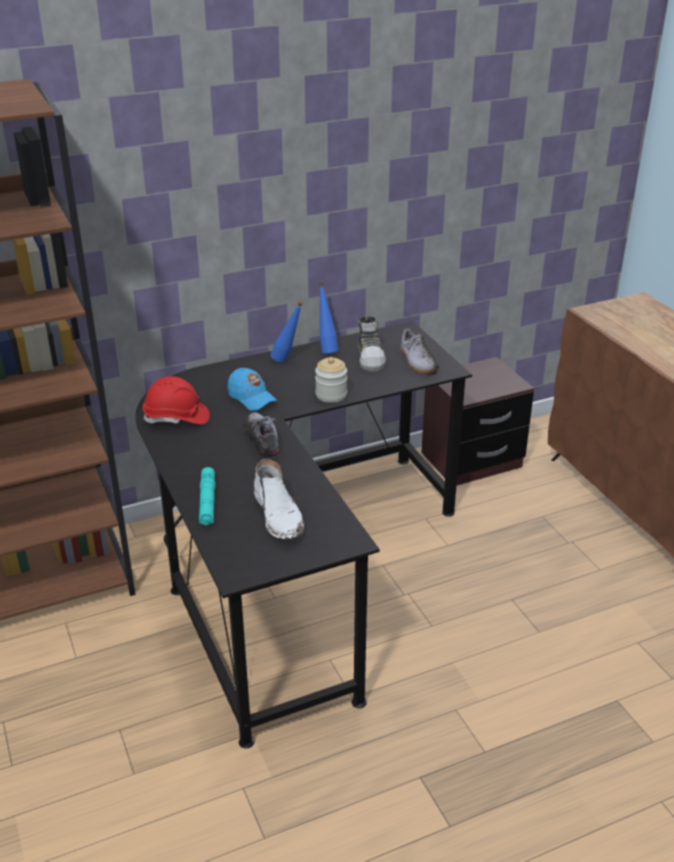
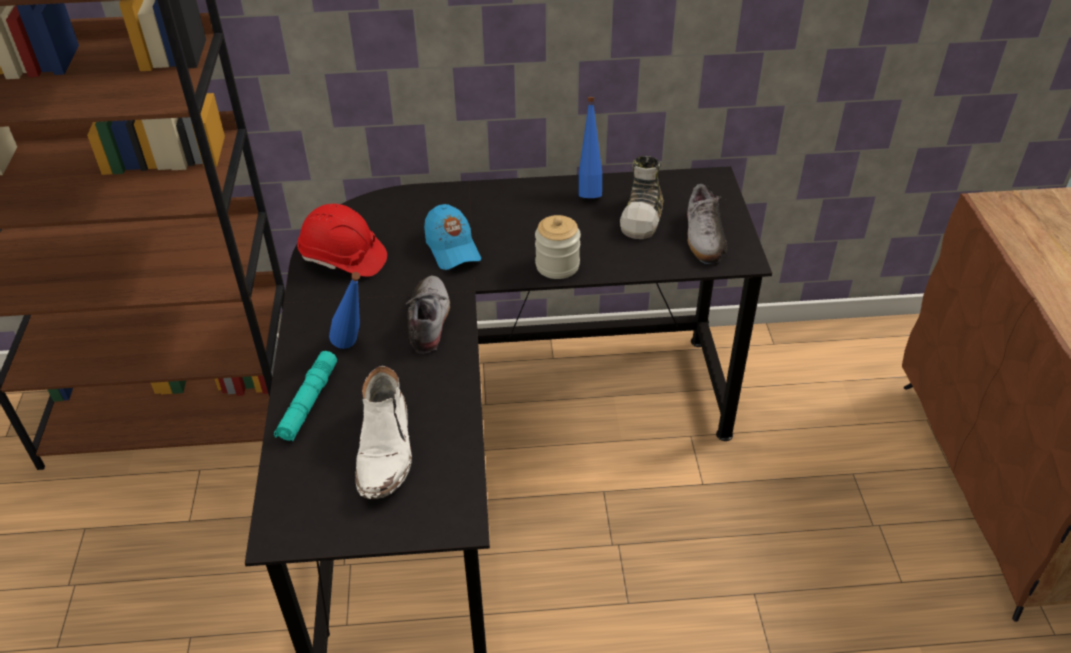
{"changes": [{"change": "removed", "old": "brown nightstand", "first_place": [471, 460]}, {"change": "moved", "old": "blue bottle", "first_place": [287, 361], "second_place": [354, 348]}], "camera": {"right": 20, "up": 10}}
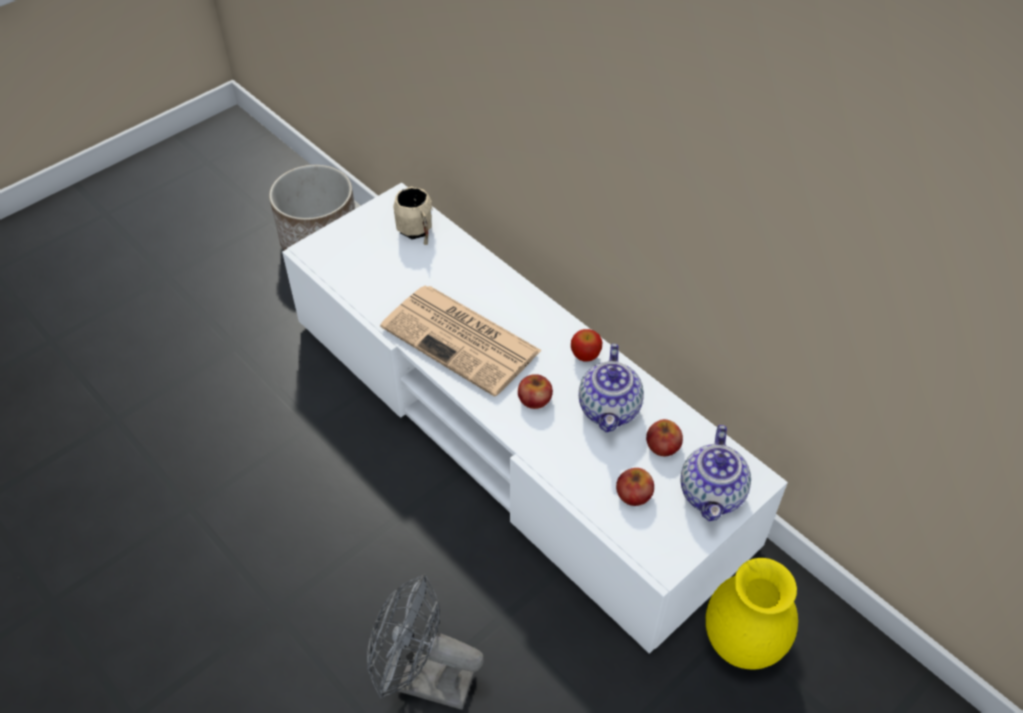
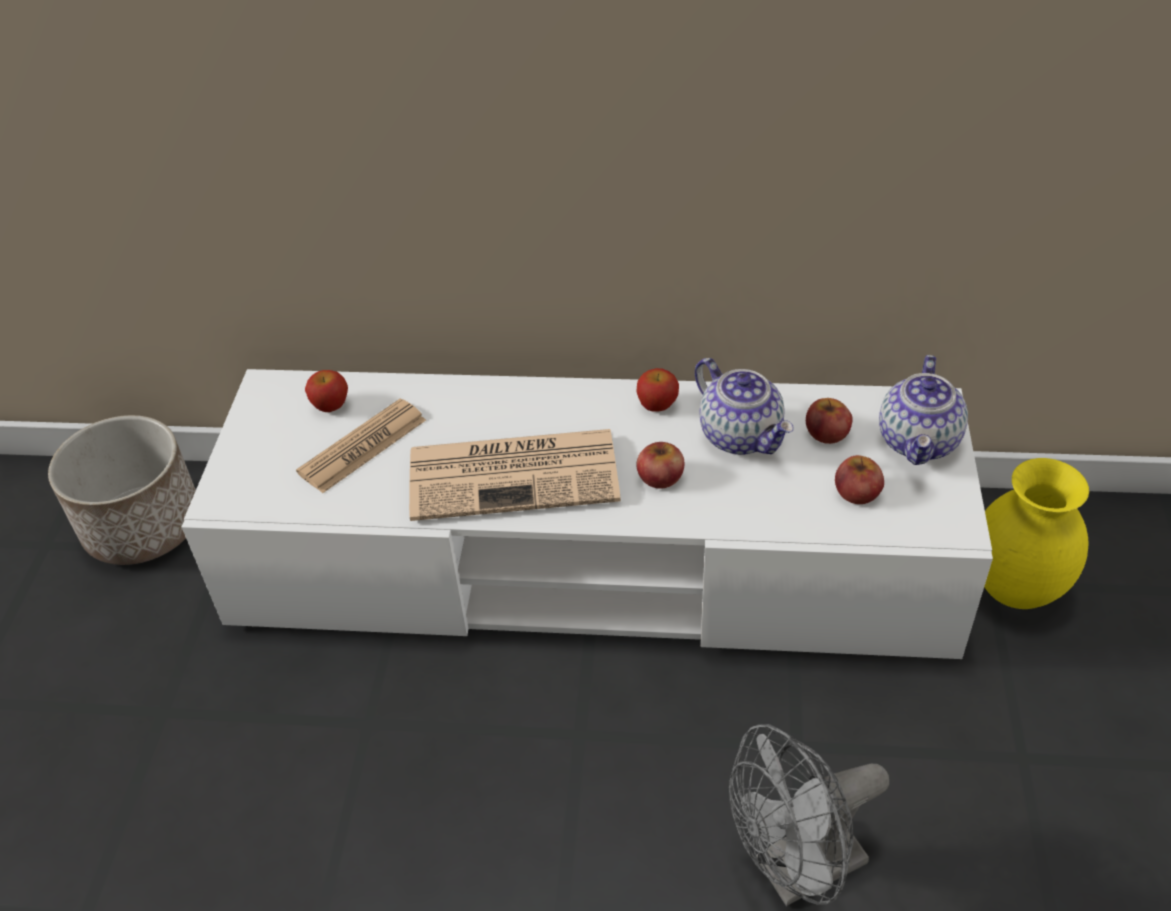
{"changes": [{"change": "added", "new": "newspaper", "second_place": [363, 446]}, {"change": "replaced", "old": "beige mug", "new": "apple", "first_place": [417, 232], "second_place": [330, 405]}, {"change": "turned", "old": "teapot", "first_place": [712, 494], "second_place": [919, 442], "degrees": 45}], "camera": {"right": -40, "up": -5}}
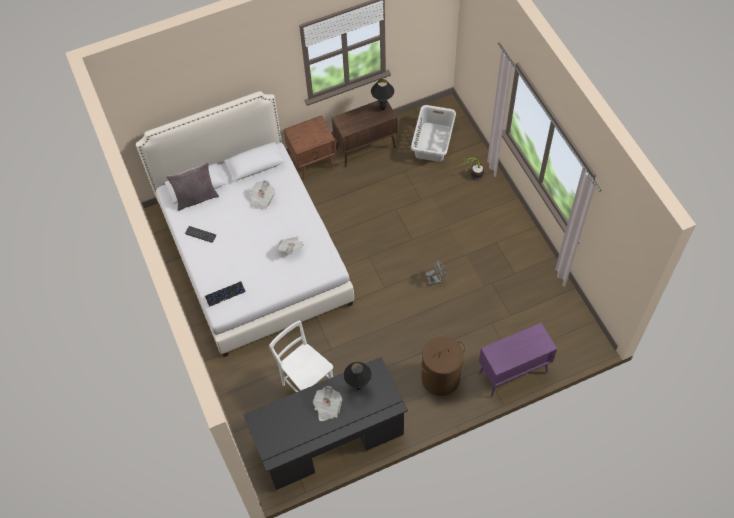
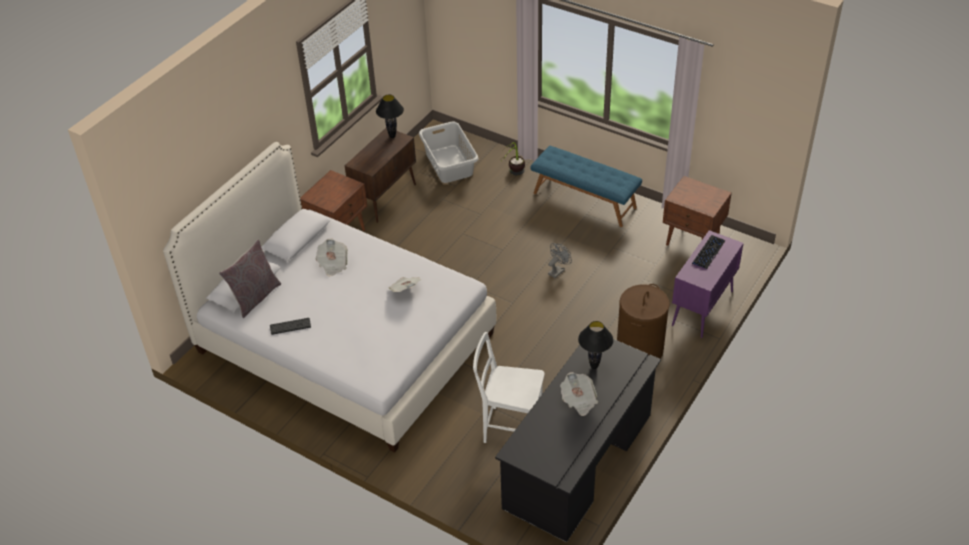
{"changes": [{"change": "added", "new": "blue bench", "second_place": [585, 200]}, {"change": "added", "new": "brown nightstand", "second_place": [693, 241]}, {"change": "moved", "old": "keyboard", "first_place": [225, 294], "second_place": [708, 252]}], "camera": {"right": -35, "up": -15}}
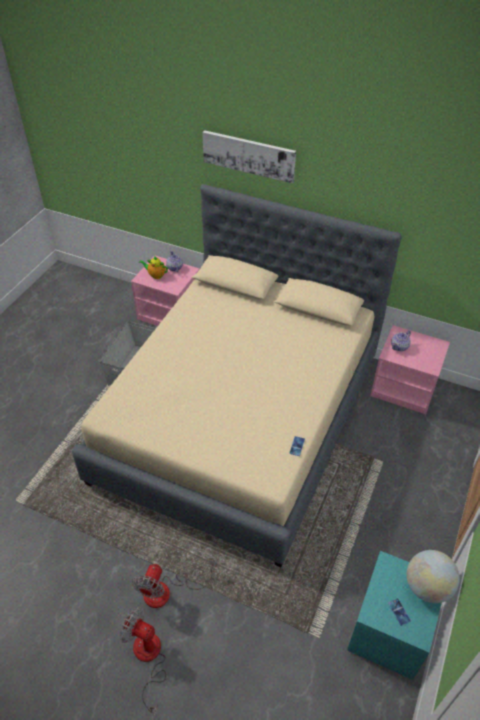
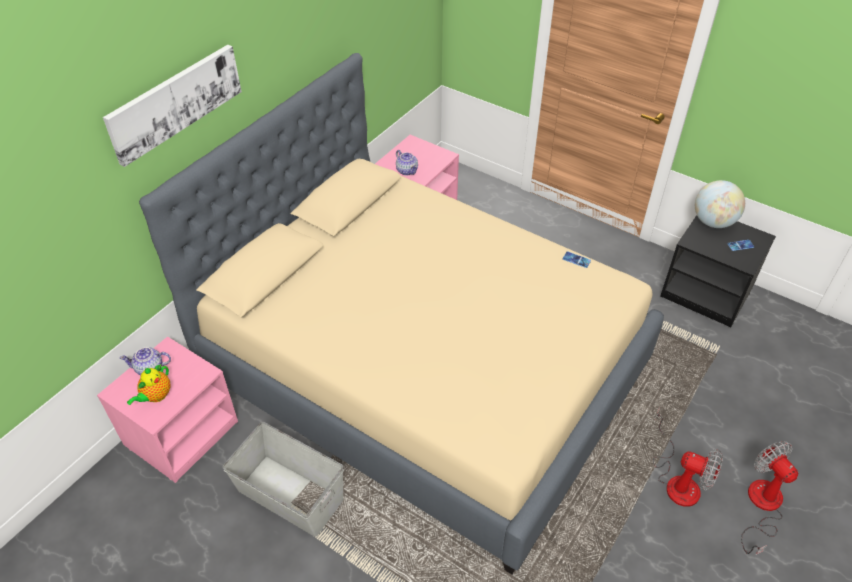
{"changes": [{"change": "recoloured", "old": "turquoise nightstand", "new": "black nightstand", "first_place": [390, 631], "second_place": [707, 292]}, {"change": "turned", "old": "fan", "first_place": [148, 658], "second_place": [762, 506], "degrees": 120}], "camera": {"right": -80, "up": 0}}
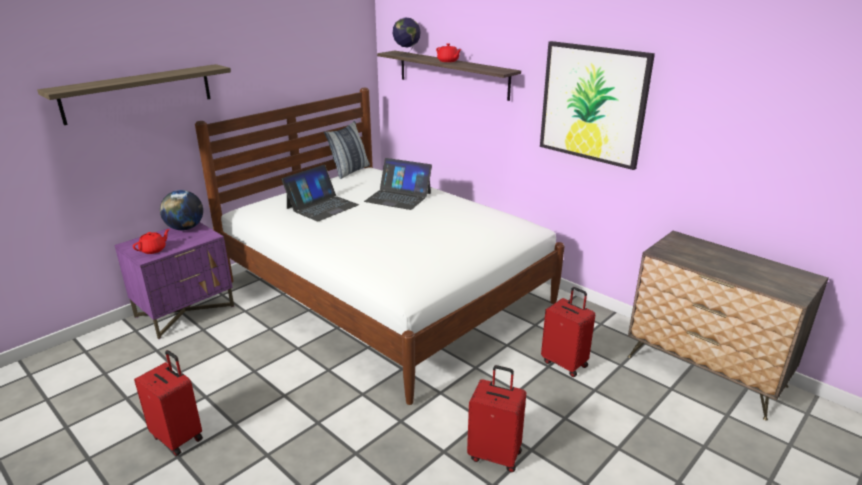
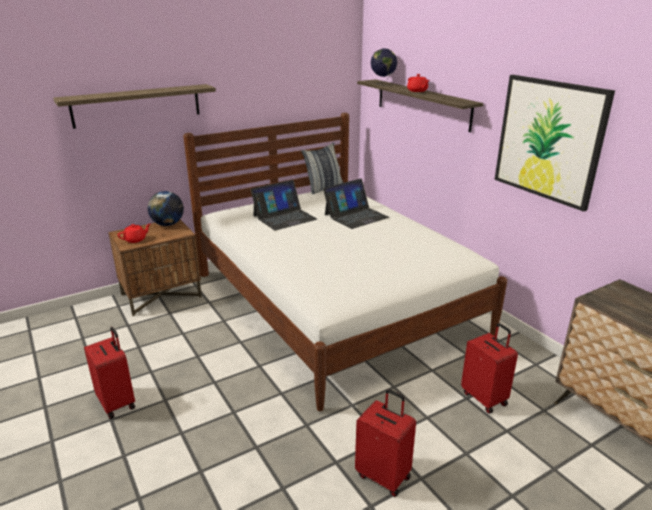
{"changes": [{"change": "recoloured", "old": "purple nightstand", "new": "brown nightstand", "first_place": [185, 311], "second_place": [162, 295]}, {"change": "turned", "old": "laptop", "first_place": [398, 197], "second_place": [356, 216], "degrees": -75}], "camera": {"right": 15, "up": 0}}
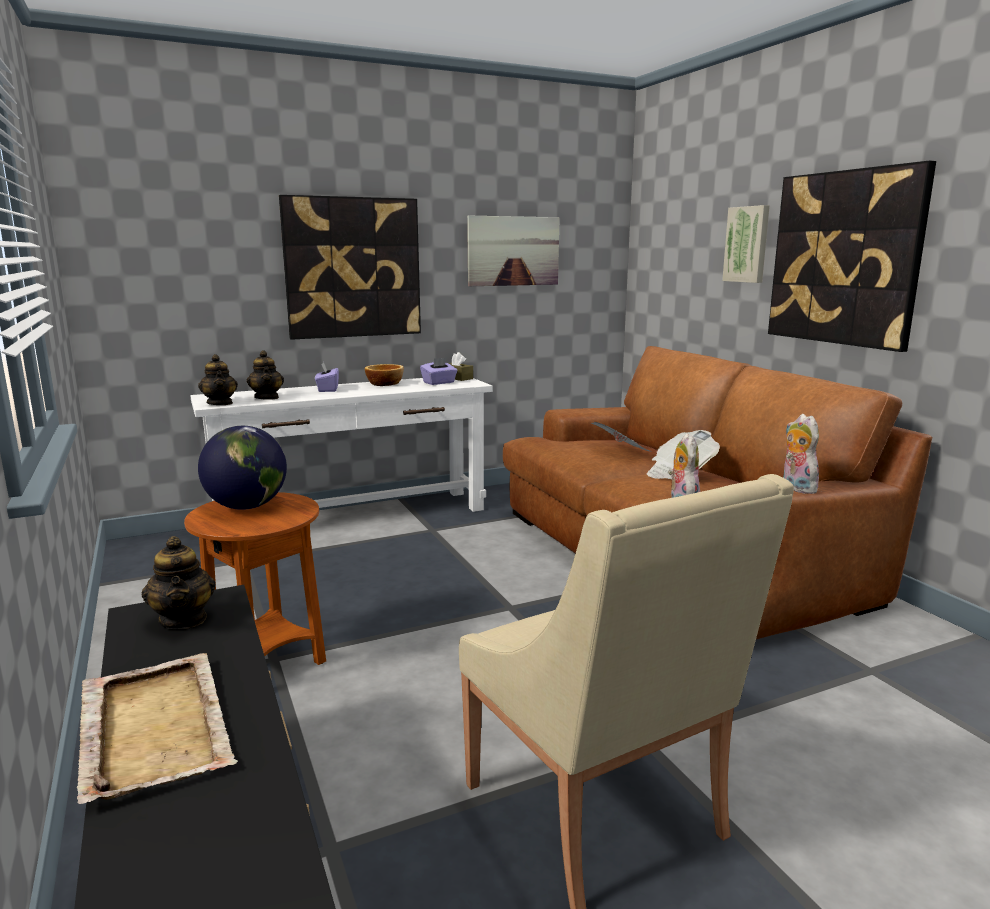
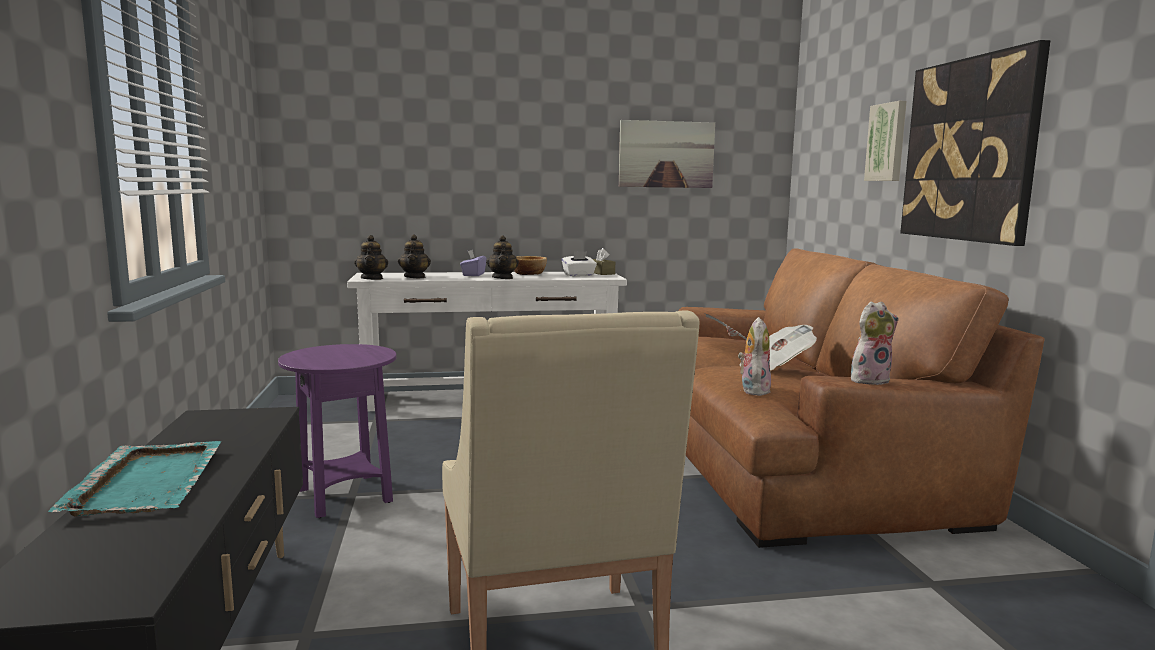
{"changes": [{"change": "removed", "old": "globe", "first_place": [247, 506]}, {"change": "removed", "old": "picture", "first_place": [352, 268]}, {"change": "moved", "old": "teapot", "first_place": [184, 619], "second_place": [503, 278]}, {"change": "recoloured", "old": "beige tray", "new": "turquoise tray", "first_place": [154, 726], "second_place": [147, 481]}, {"change": "recoloured", "old": "brown side table", "new": "purple side table", "first_place": [268, 663], "second_place": [345, 496]}, {"change": "recoloured", "old": "purple tissue box", "new": "white tissue box", "first_place": [439, 383], "second_place": [579, 275]}, {"change": "turned", "old": "plush toy", "first_place": [795, 488], "second_place": [869, 380], "degrees": 75}], "camera": {"right": 15, "up": -5}}
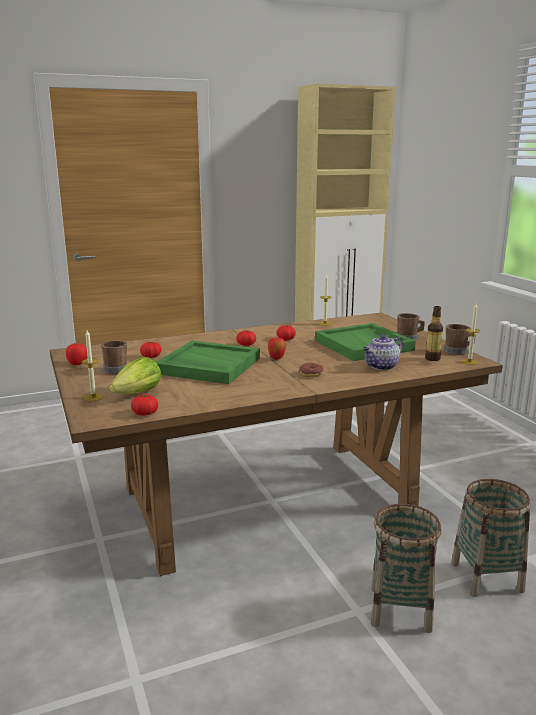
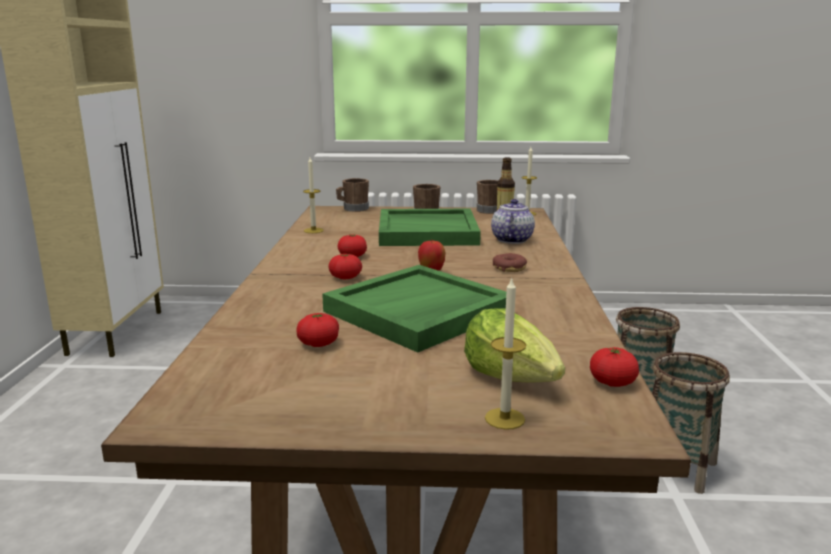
{"changes": [{"change": "removed", "old": "tomato", "first_place": [77, 364]}, {"change": "moved", "old": "brown mug", "first_place": [114, 369], "second_place": [353, 209]}, {"change": "turned", "old": "teapot", "first_place": [381, 366], "second_place": [511, 239], "degrees": -150}], "camera": {"right": -65, "up": 0}}
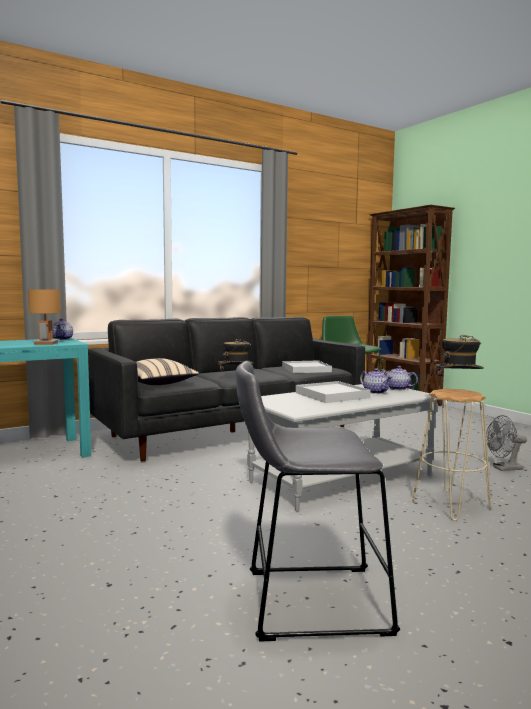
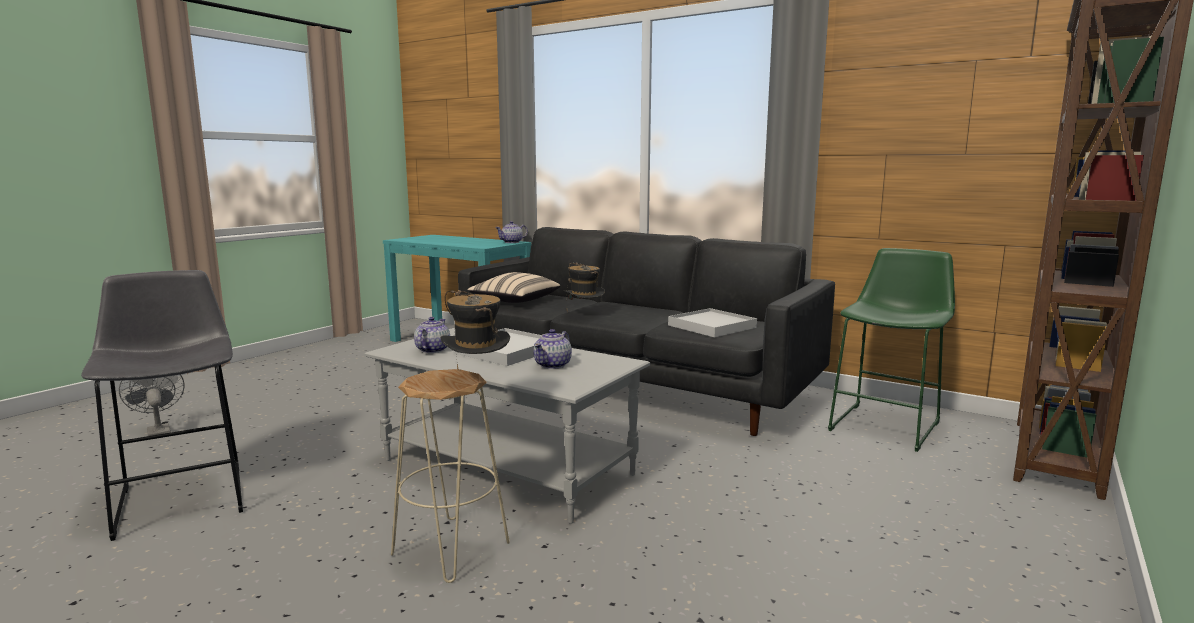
{"changes": [{"change": "removed", "old": "brown table lamp", "first_place": [46, 343]}, {"change": "moved", "old": "teapot", "first_place": [398, 389], "second_place": [432, 350]}, {"change": "moved", "old": "grey fan", "first_place": [503, 468], "second_place": [158, 431]}], "camera": {"right": 65, "up": 5}}
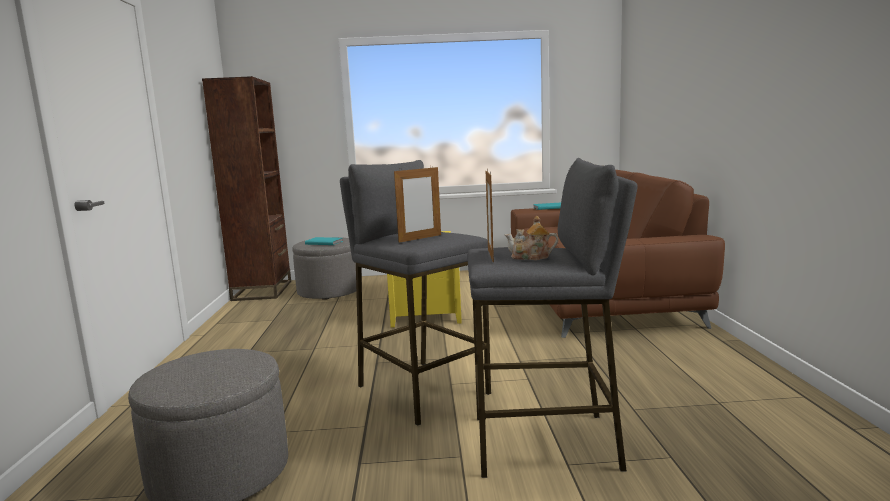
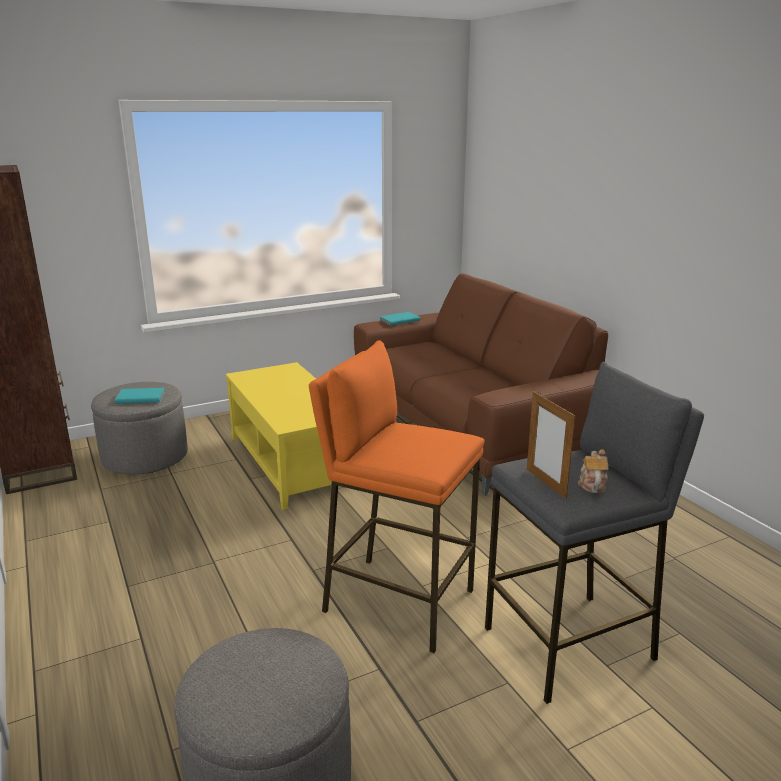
{"changes": [{"change": "removed", "old": "picture frame", "first_place": [420, 238]}, {"change": "recoloured", "old": "grey stool", "new": "orange stool", "first_place": [422, 389], "second_place": [398, 601]}, {"change": "turned", "old": "teapot", "first_place": [531, 257], "second_place": [592, 484], "degrees": 120}], "camera": {"right": -25, "up": 10}}
